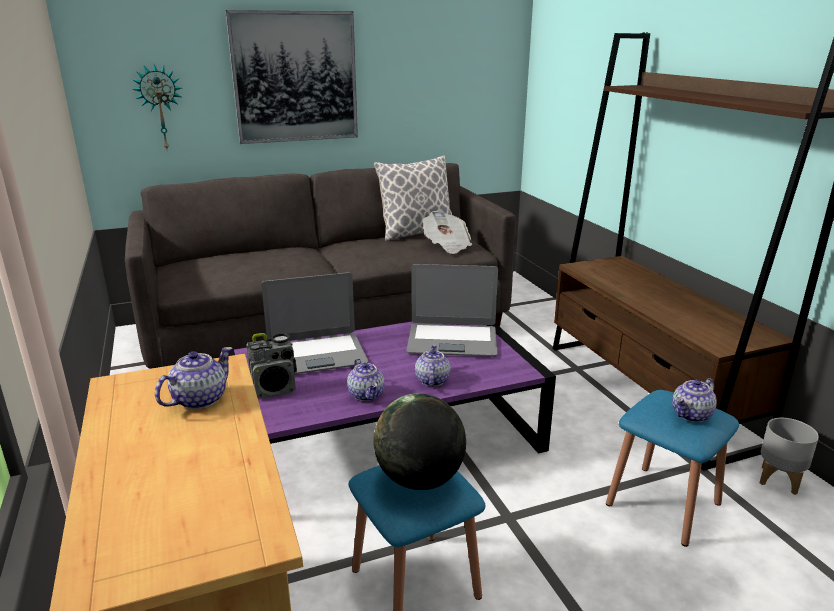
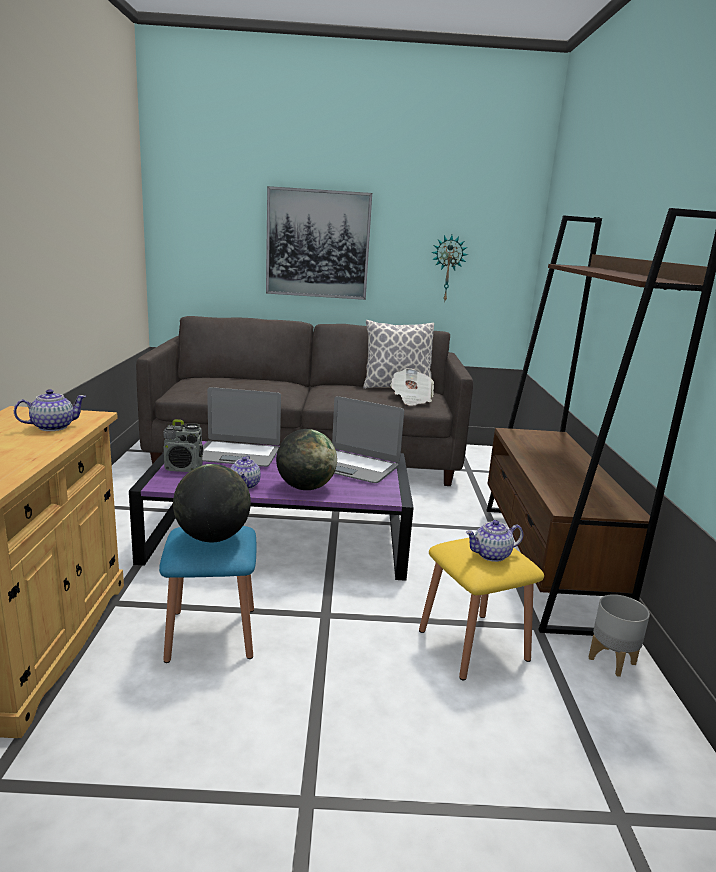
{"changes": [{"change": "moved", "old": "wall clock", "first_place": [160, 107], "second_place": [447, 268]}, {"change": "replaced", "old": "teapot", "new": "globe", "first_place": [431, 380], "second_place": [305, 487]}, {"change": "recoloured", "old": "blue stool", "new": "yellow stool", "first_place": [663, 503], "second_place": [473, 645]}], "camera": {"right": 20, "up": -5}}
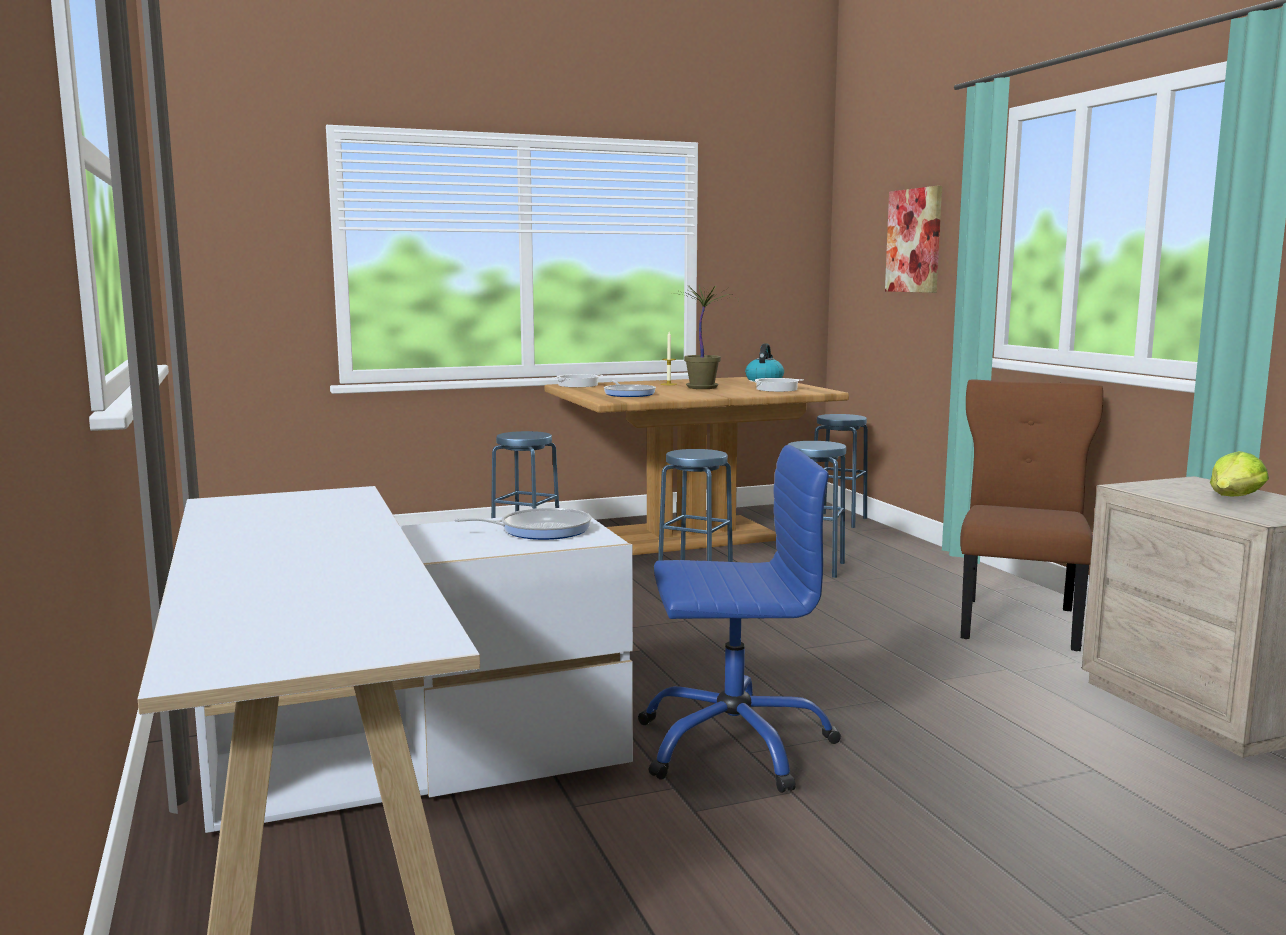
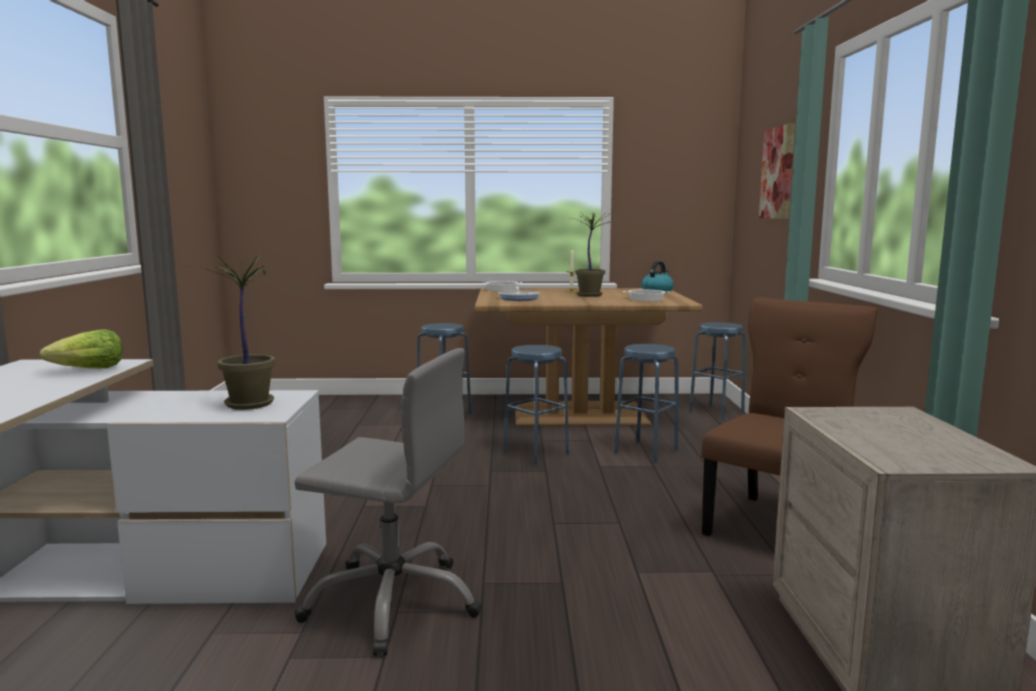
{"changes": [{"change": "moved", "old": "lettuce", "first_place": [1234, 498], "second_place": [88, 370]}, {"change": "replaced", "old": "frying pan", "new": "potted plant", "first_place": [540, 530], "second_place": [249, 404]}, {"change": "recoloured", "old": "blue office chair", "new": "grey office chair", "first_place": [734, 744], "second_place": [393, 602]}], "camera": {"right": 20, "up": 0}}
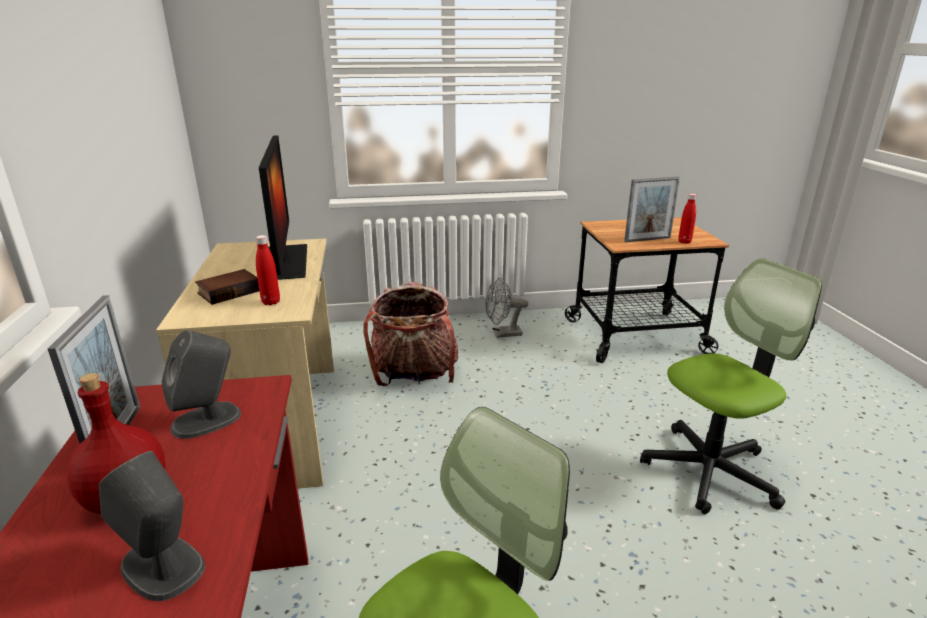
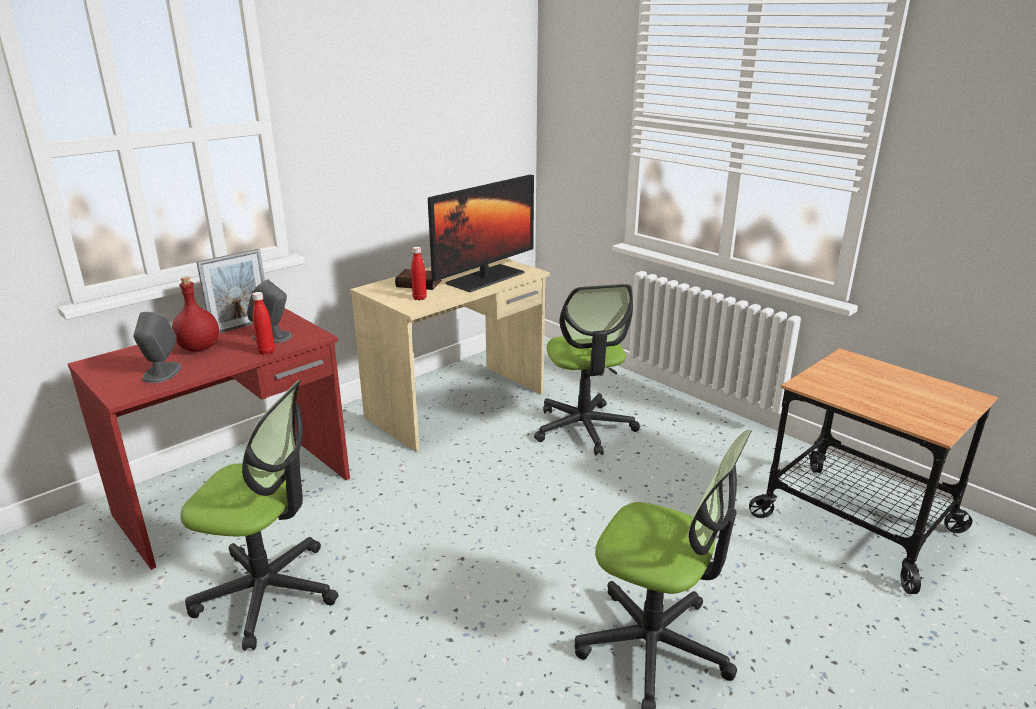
{"changes": [{"change": "removed", "old": "grey fan", "first_place": [502, 334]}, {"change": "removed", "old": "picture frame", "first_place": [647, 239]}, {"change": "moved", "old": "red bottle", "first_place": [684, 242], "second_place": [266, 352]}, {"change": "replaced", "old": "backpack", "new": "office chair", "first_place": [415, 376], "second_place": [584, 428]}], "camera": {"right": 55, "up": 0}}
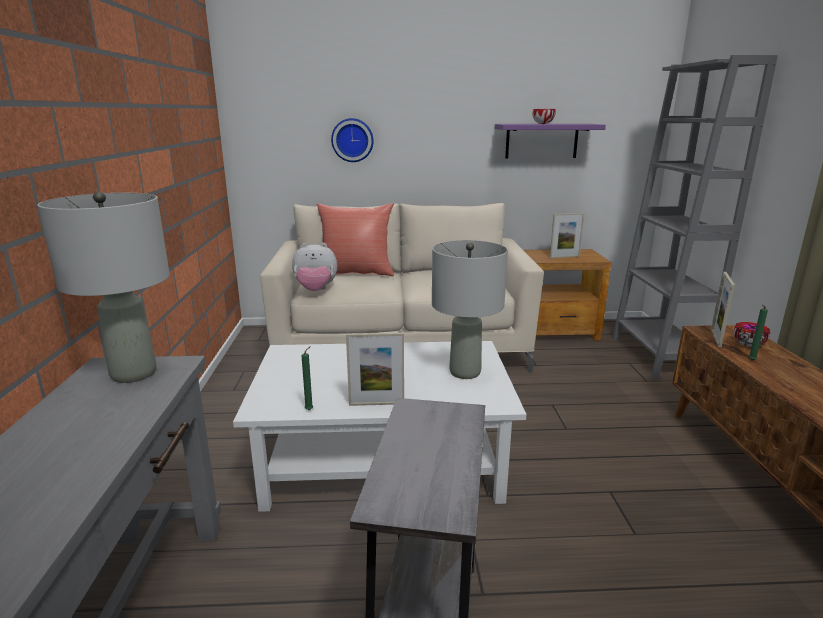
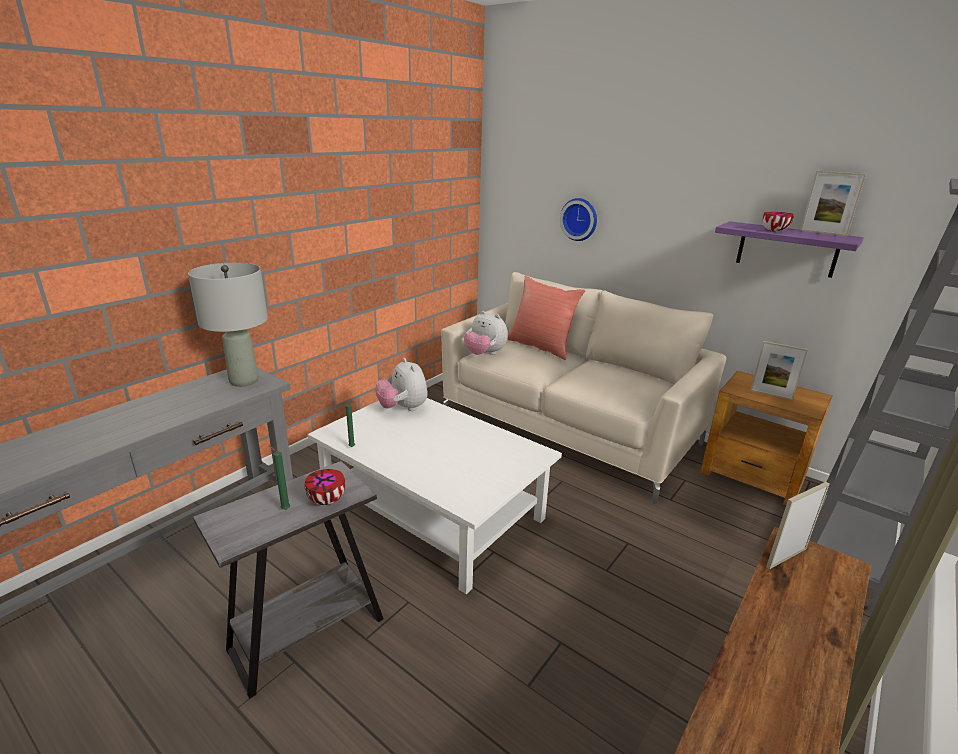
{"changes": [{"change": "removed", "old": "grey table lamp", "first_place": [465, 372]}, {"change": "added", "new": "plush toy", "second_place": [403, 408]}, {"change": "moved", "old": "picture frame", "first_place": [376, 404], "second_place": [823, 233]}, {"change": "moved", "old": "bowl", "first_place": [749, 345], "second_place": [327, 500]}, {"change": "moved", "old": "green candle", "first_place": [751, 360], "second_place": [284, 509]}], "camera": {"right": 40, "up": 5}}
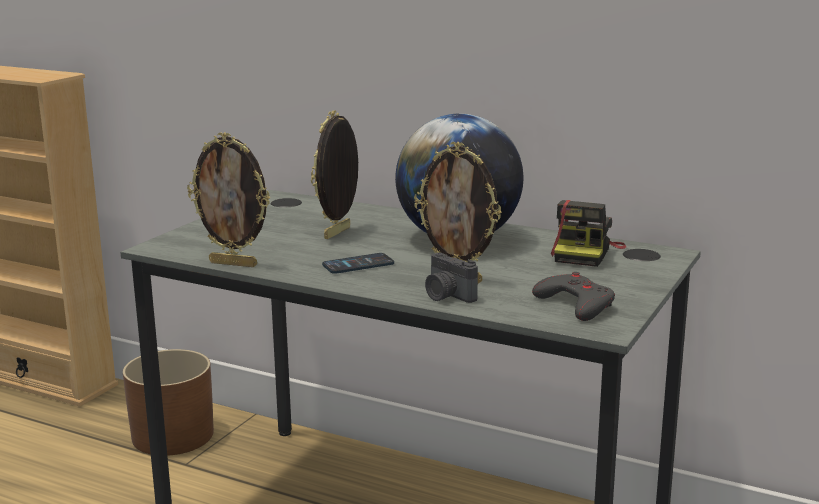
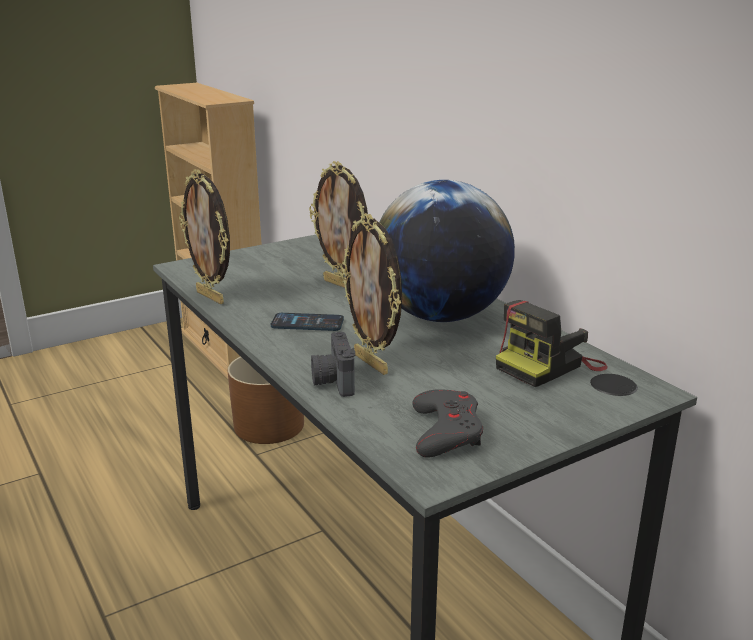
{"changes": [{"change": "turned", "old": "picture frame", "first_place": [339, 233], "second_place": [342, 285], "degrees": -105}], "camera": {"right": 30, "up": 5}}
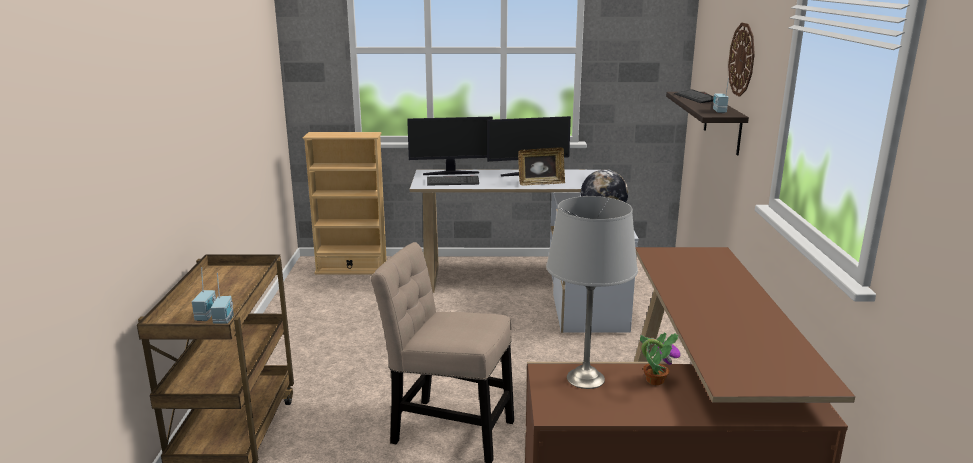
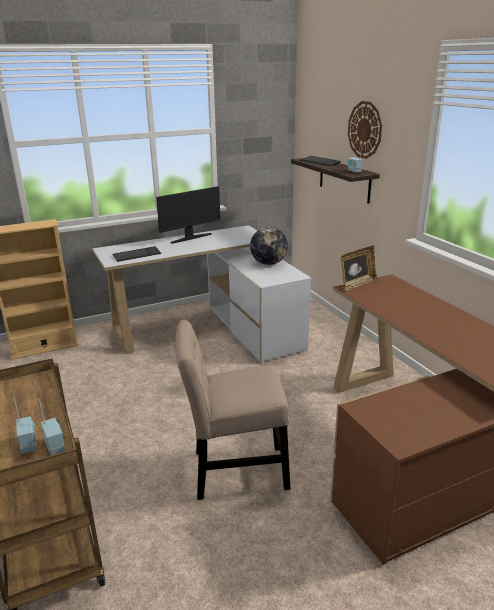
{"changes": [{"change": "removed", "old": "monitor", "first_place": [451, 173]}, {"change": "removed", "old": "grey table lamp", "first_place": [586, 378]}, {"change": "removed", "old": "potted plant", "first_place": [654, 380]}, {"change": "moved", "old": "picture frame", "first_place": [541, 183], "second_place": [357, 284]}], "camera": {"right": -25, "up": 5}}
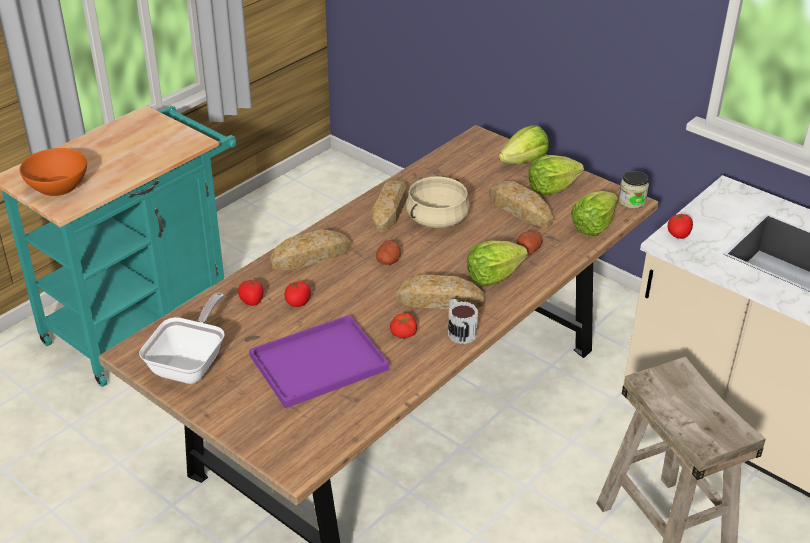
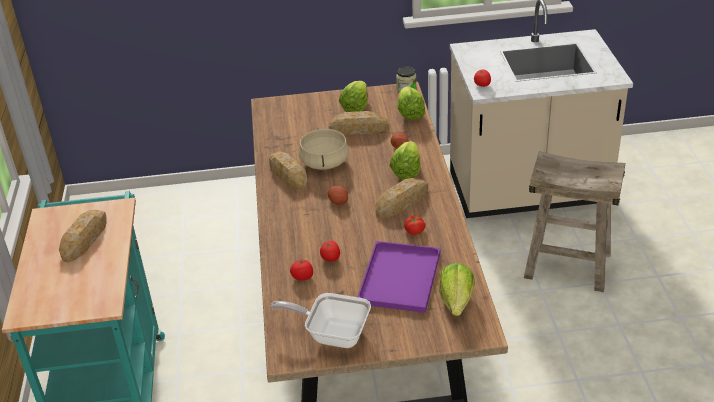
{"changes": [{"change": "removed", "old": "orange bowl", "first_place": [58, 186]}, {"change": "removed", "old": "mug", "first_place": [459, 331]}, {"change": "moved", "old": "bread", "first_place": [311, 256], "second_place": [85, 238]}, {"change": "moved", "old": "lettuce", "first_place": [524, 161], "second_place": [456, 301]}, {"change": "turned", "old": "frying pan", "first_place": [191, 364], "second_place": [332, 334], "degrees": -45}], "camera": {"right": -45, "up": 0}}
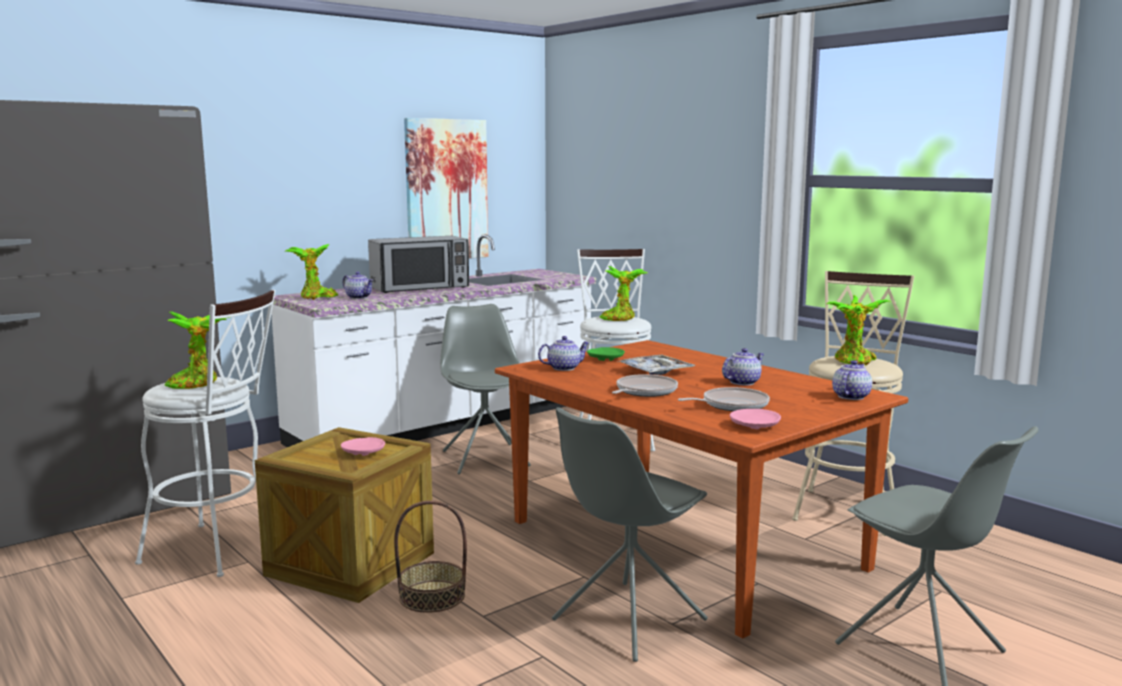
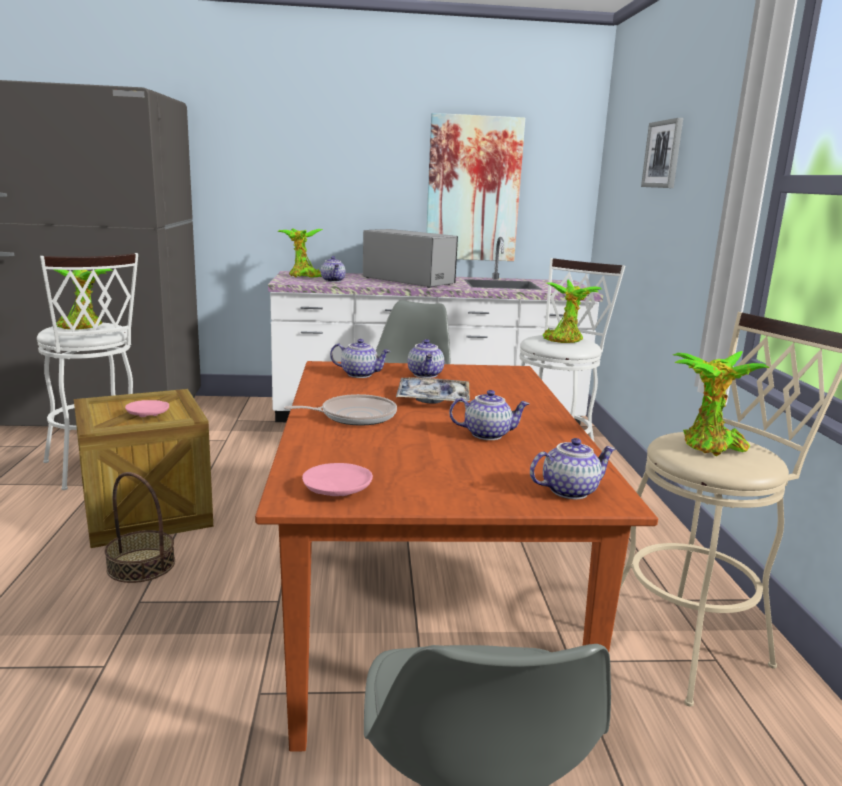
{"changes": [{"change": "removed", "old": "grey chair", "first_place": [627, 621]}, {"change": "removed", "old": "frying pan", "first_place": [731, 405]}, {"change": "added", "new": "picture", "second_place": [663, 154]}, {"change": "replaced", "old": "green plate", "new": "teapot", "first_place": [605, 359], "second_place": [426, 375]}, {"change": "turned", "old": "microwave", "first_place": [420, 288], "second_place": [408, 281], "degrees": -150}], "camera": {"right": 35, "up": 5}}
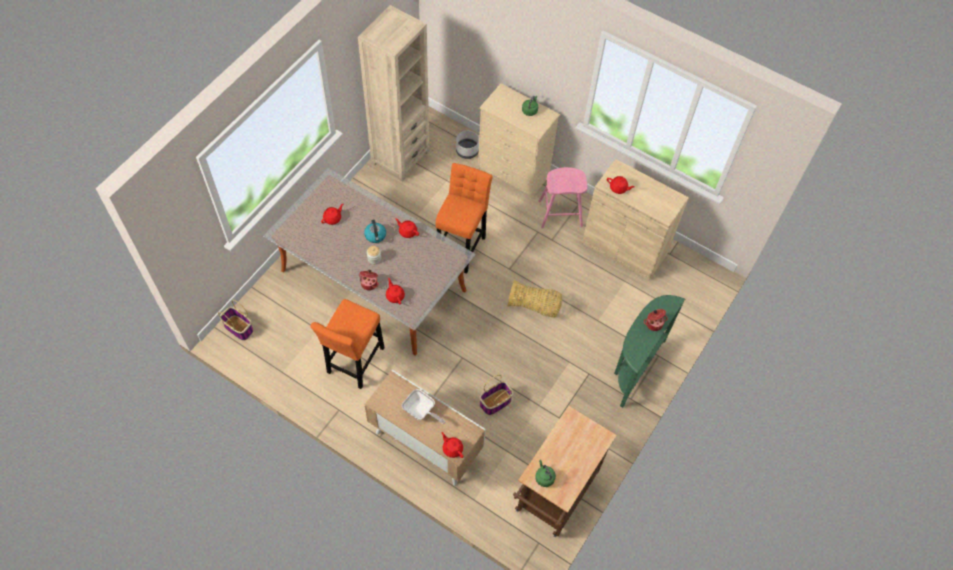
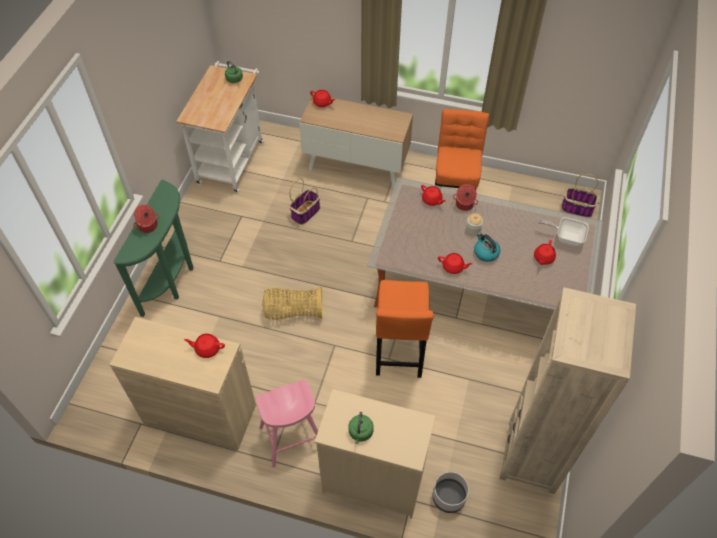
{"changes": [{"change": "moved", "old": "frying pan", "first_place": [421, 411], "second_place": [566, 237]}, {"change": "recoloured", "old": "brown cart", "new": "white cart", "first_place": [554, 496], "second_place": [232, 159]}], "camera": {"right": 165, "up": -5}}
